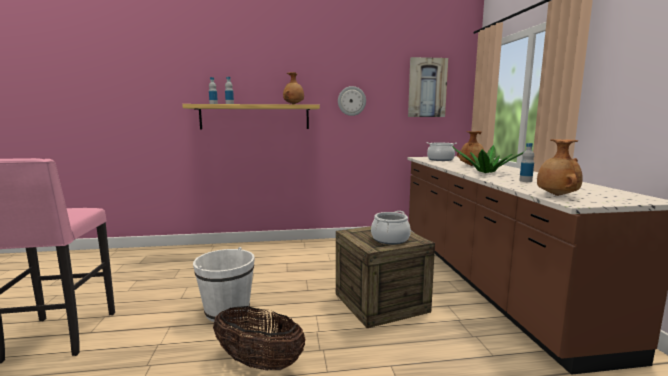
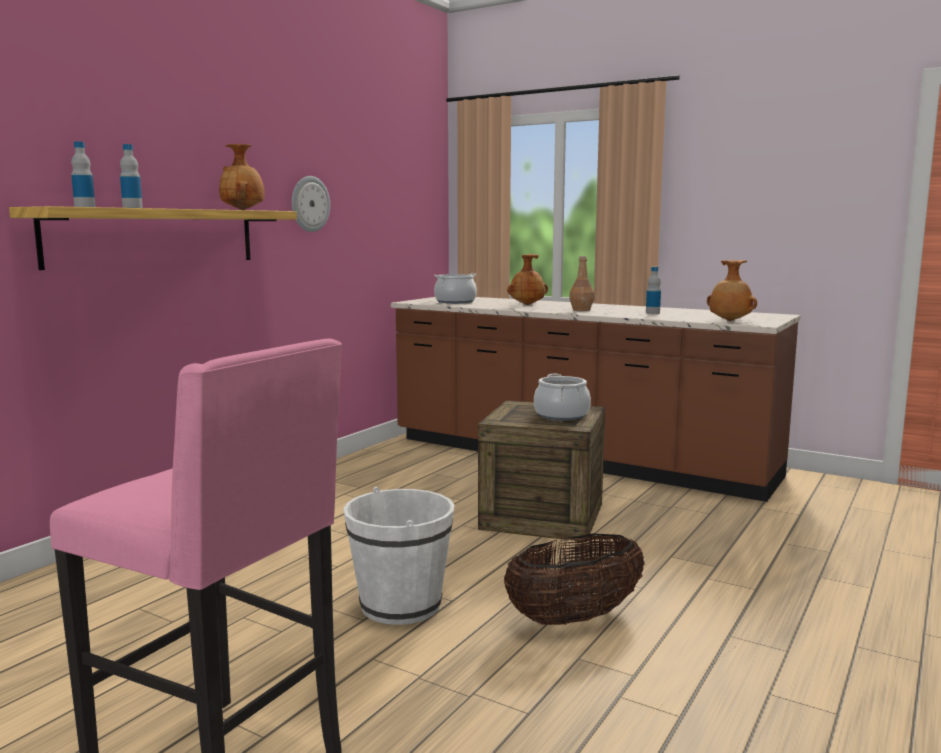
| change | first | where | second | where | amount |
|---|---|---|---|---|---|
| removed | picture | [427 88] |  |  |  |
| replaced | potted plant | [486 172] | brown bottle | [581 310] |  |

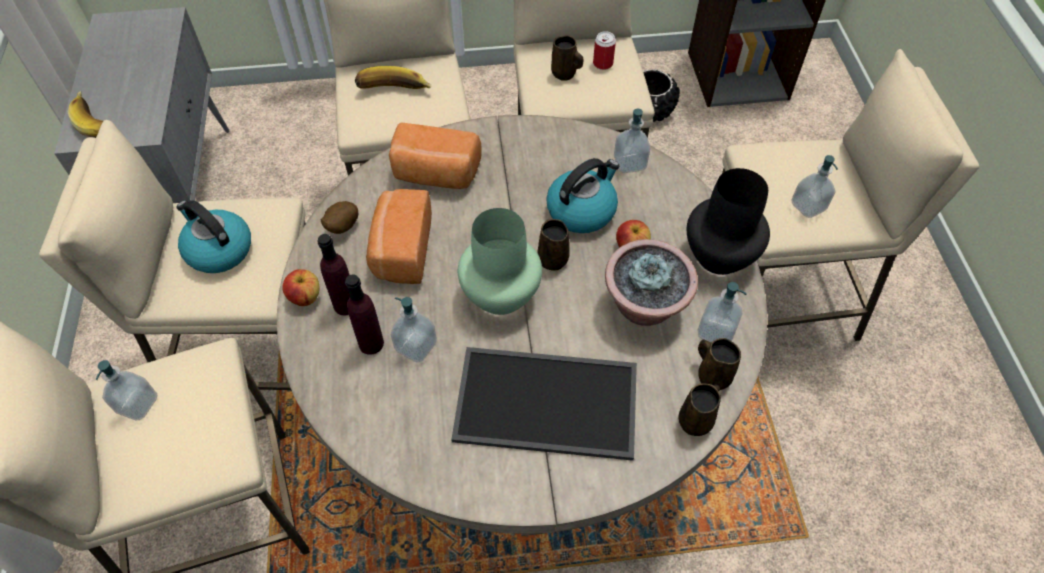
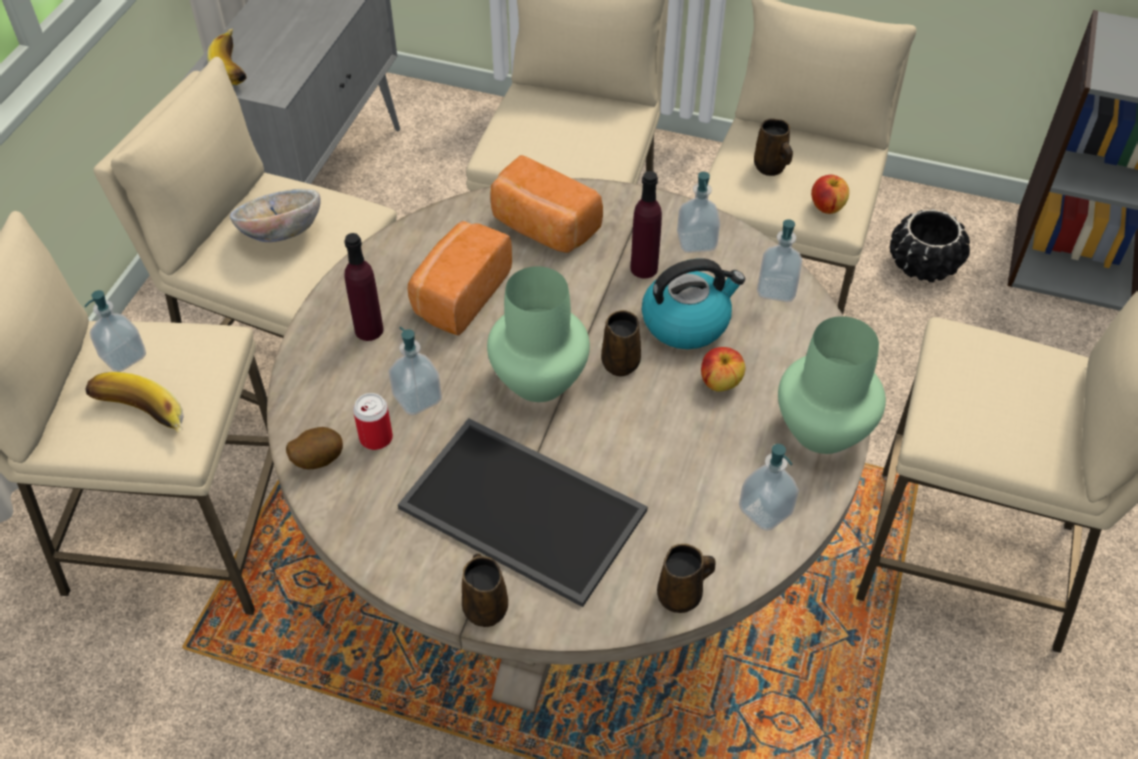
| change | first | where | second | where | amount |
|---|---|---|---|---|---|
| moved | can | [603 63] |  | [376 438] |  |
| moved | banana | [393 92] |  | [139 418] |  |
| moved | soap dispenser | [808 206] |  | [696 242] |  |
| recoloured | black vase | [720 255] | green vase | [824 429] |  |
| replaced | kettle | [218 250] | bowl | [281 233] |  |
| moved | potato | [341 227] |  | [317 460] |  |
| removed | potted plant | [644 307] |  |  |  |
| moved | apple | [305 297] |  | [827 207] |  |
| moved | purple bottle | [371 343] |  | [644 268] |  |
| moved | brown mug | [712 375] |  | [485 607] |  |

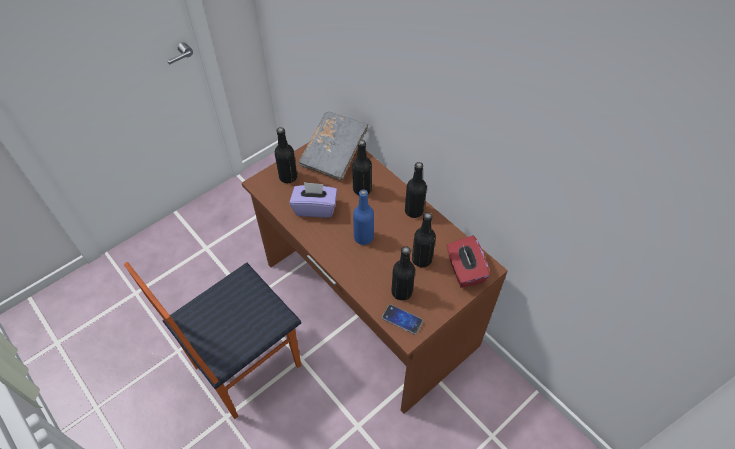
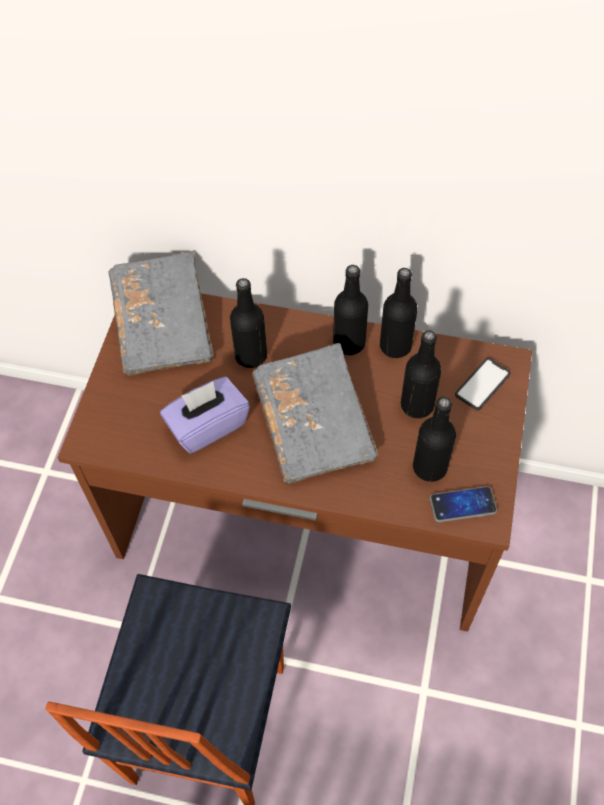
| change | first | where | second | where | amount |
|---|---|---|---|---|---|
| moved | black bottle | [288 177] |  | [395 346] |  |
| replaced | blue bottle | [363 237] | grey book | [314 424] |  |
| replaced | red tissue box | [464 270] | phone | [482 384] |  |

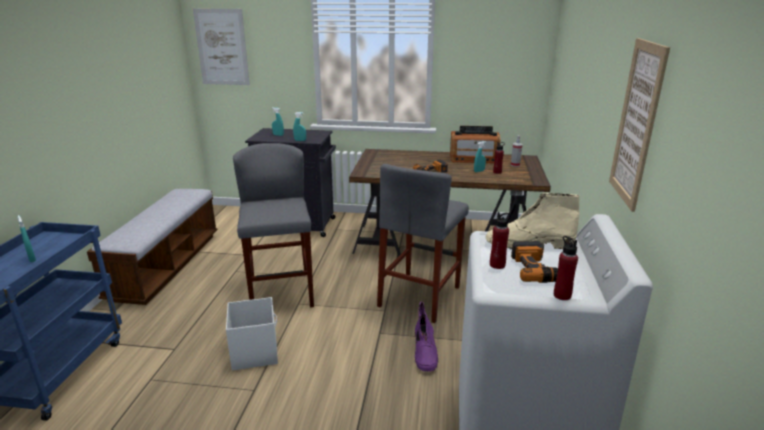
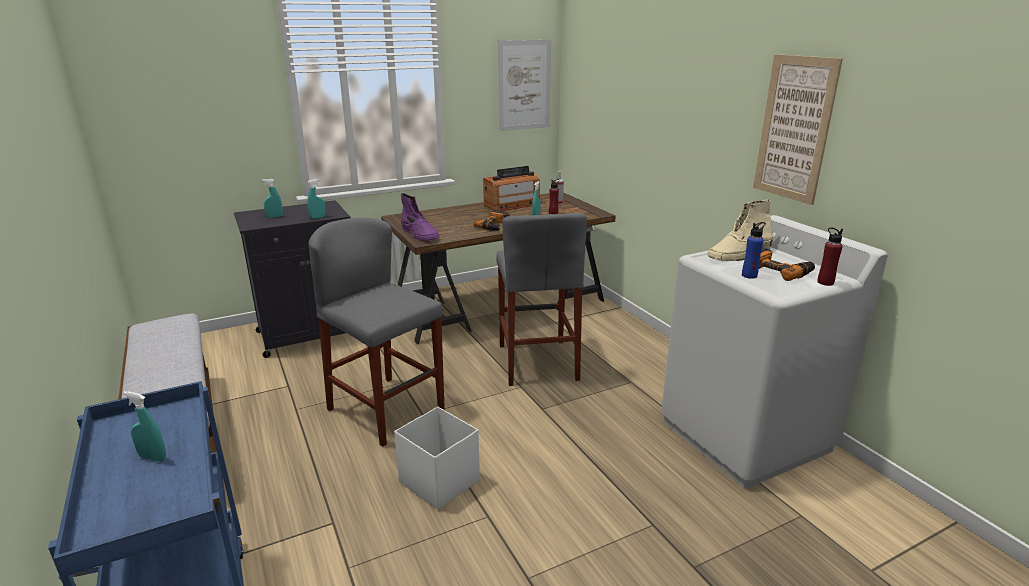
| change | first | where | second | where | amount |
|---|---|---|---|---|---|
| moved | picture | [222 47] |  | [524 85] |  |
| recoloured | red bottle | [497 265] | blue bottle | [749 275] |  |
| moved | purple boot | [425 352] |  | [420 234] |  |

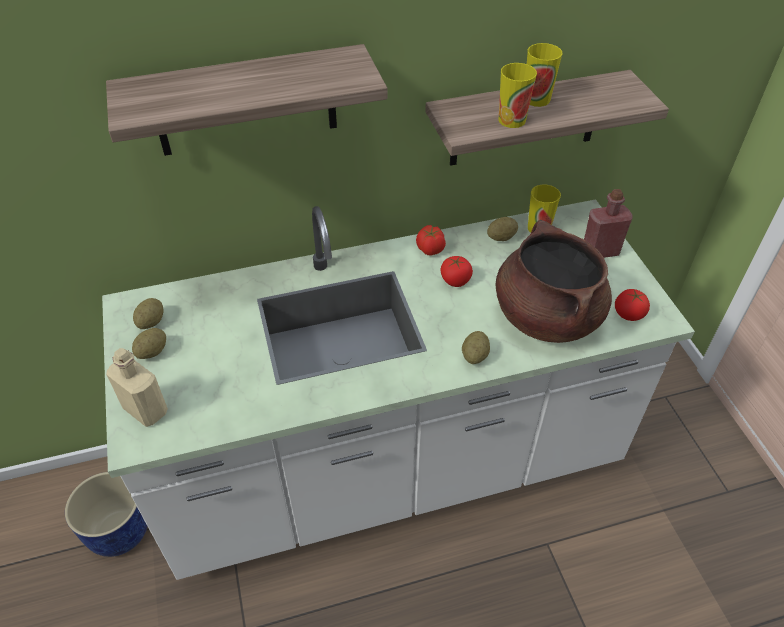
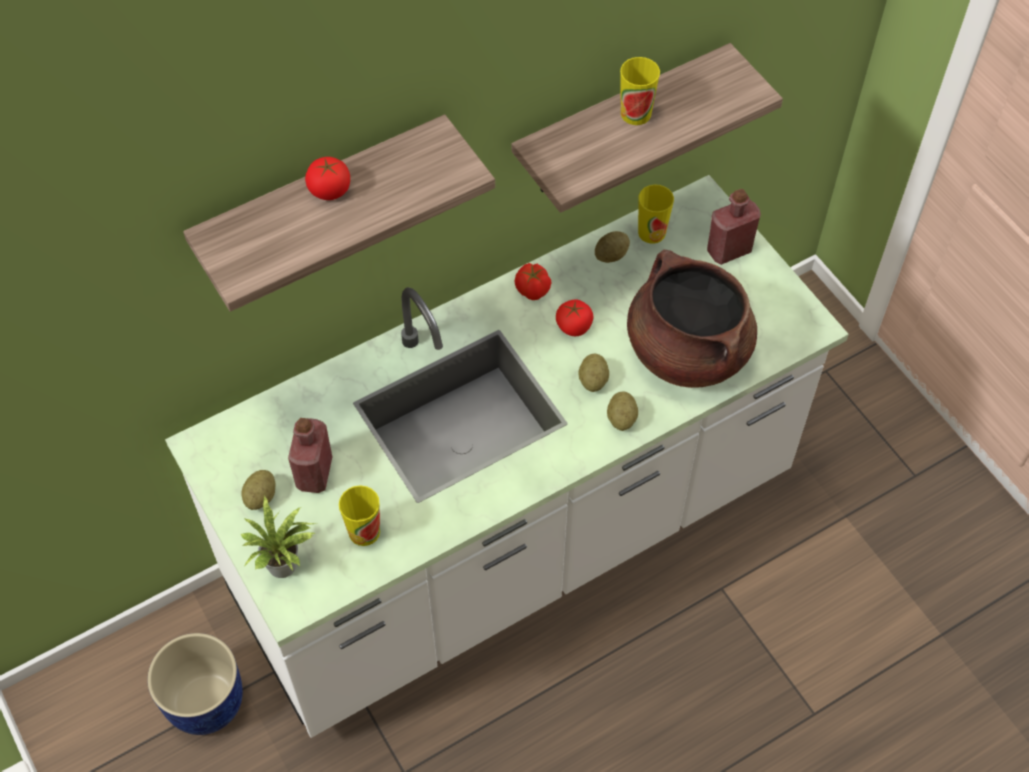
| change | first | where | second | where | amount |
|---|---|---|---|---|---|
| moved | cup | [512 120] |  | [364 531] |  |
| moved | tomato | [628 314] |  | [329 190] |  |
| moved | potato | [151 322] |  | [593 380] |  |
| replaced | beige bottle | [145 410] | potted plant | [286 566] |  |
| added |  |  | red bottle | [314 473] |  |

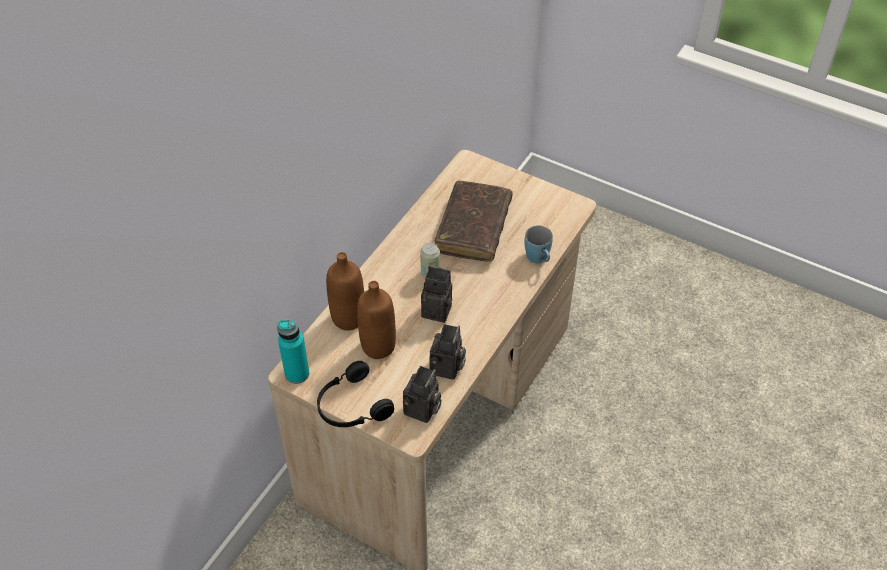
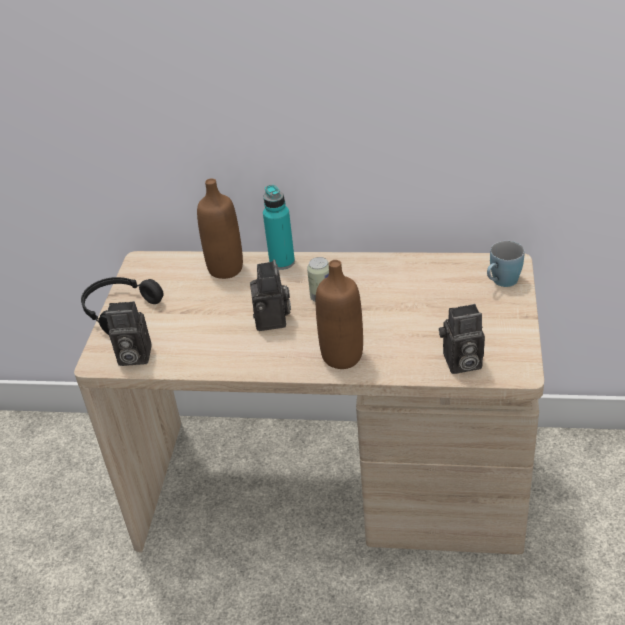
| change | first | where | second | where | amount |
|---|---|---|---|---|---|
| removed | brown book | [473 228] |  |  |  |
| moved | blue mug | [539 259] |  | [501 282] |  |
| moved | brown bottle | [378 346] |  | [342 356] |  |
| moved | turquoise bottle | [297 374] |  | [282 262] |  |
| moved | photo camera | [447 369] |  | [461 363] |  |

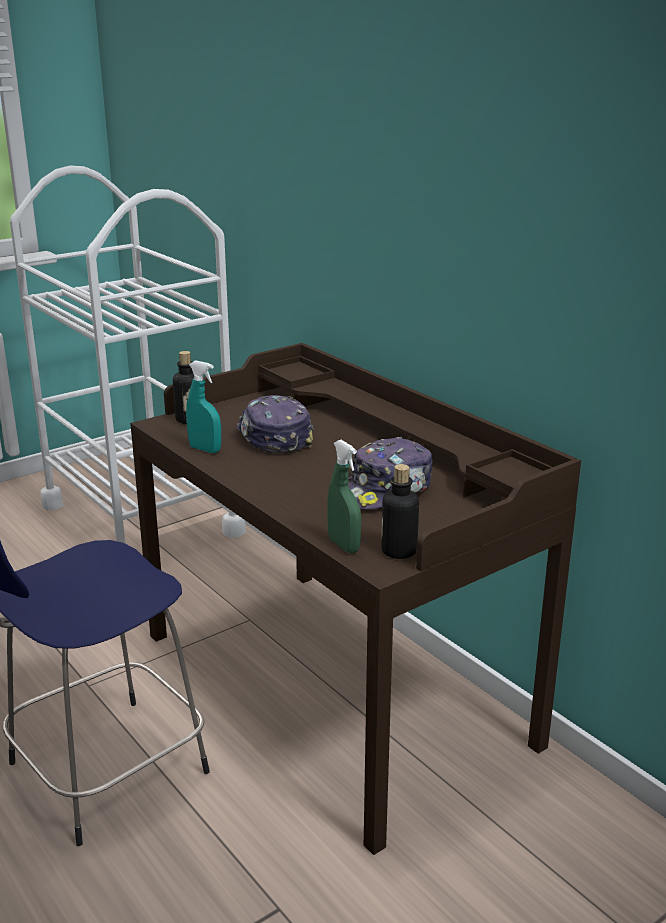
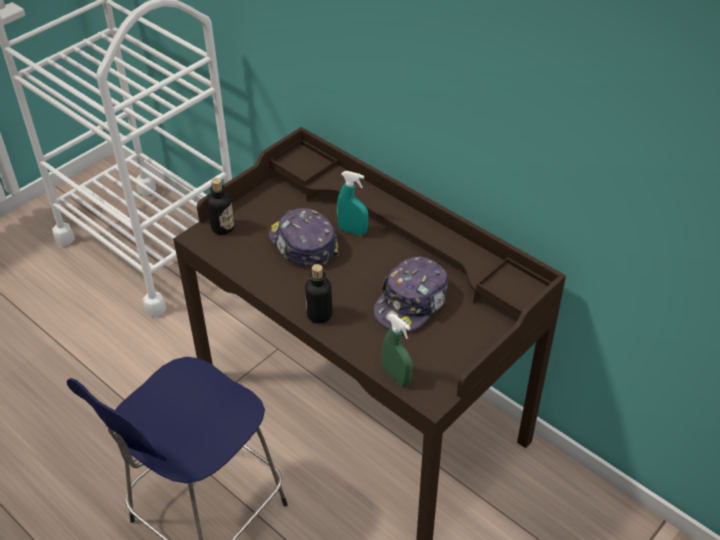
| change | first | where | second | where | amount |
|---|---|---|---|---|---|
| moved | turquoise spray bottle | [205 449] |  | [352 231] |  |
| moved | bottle | [399 551] |  | [319 315] |  |

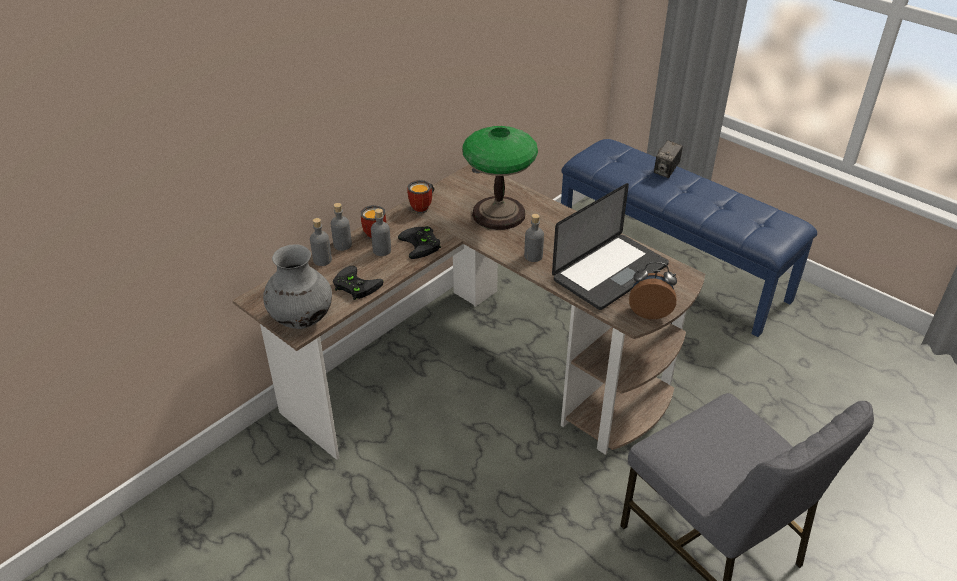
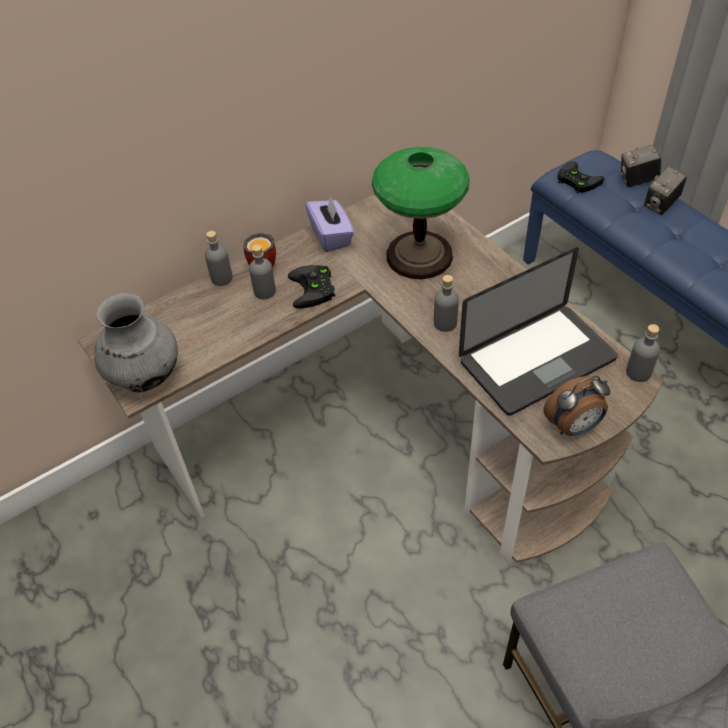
| change | first | where | second | where | amount |
|---|---|---|---|---|---|
| replaced | mug | [423 207] | purple tissue box | [331 236] |  |
| moved | grey bottle | [322 260] |  | [638 372] |  |
| turned | alarm clock | [649 311] |  | [573 427] | 135 degrees clockwise |
| moved | black game controller | [354 285] |  | [576 180] |  |
| added |  |  | photo camera | [637 181] |  |

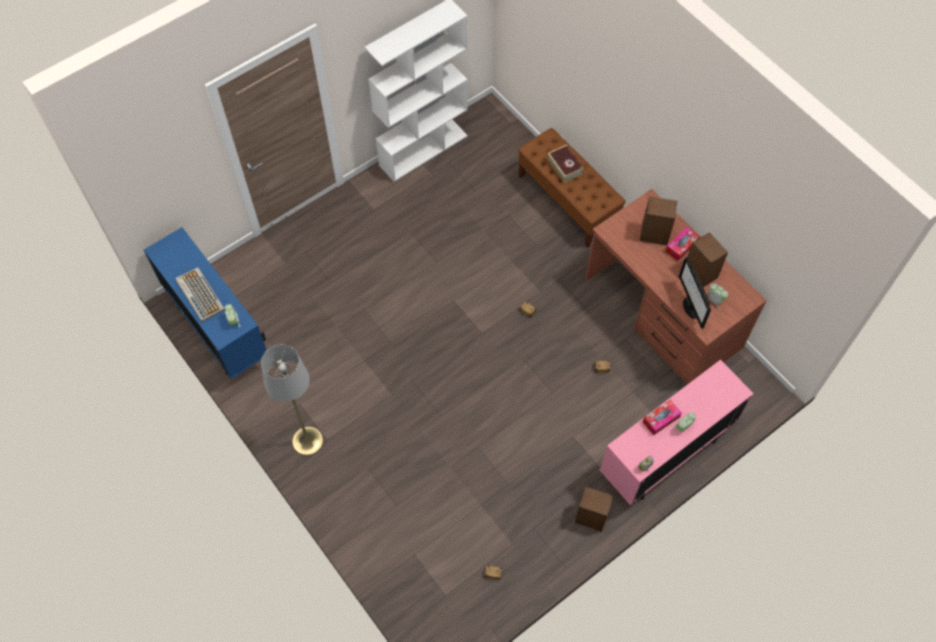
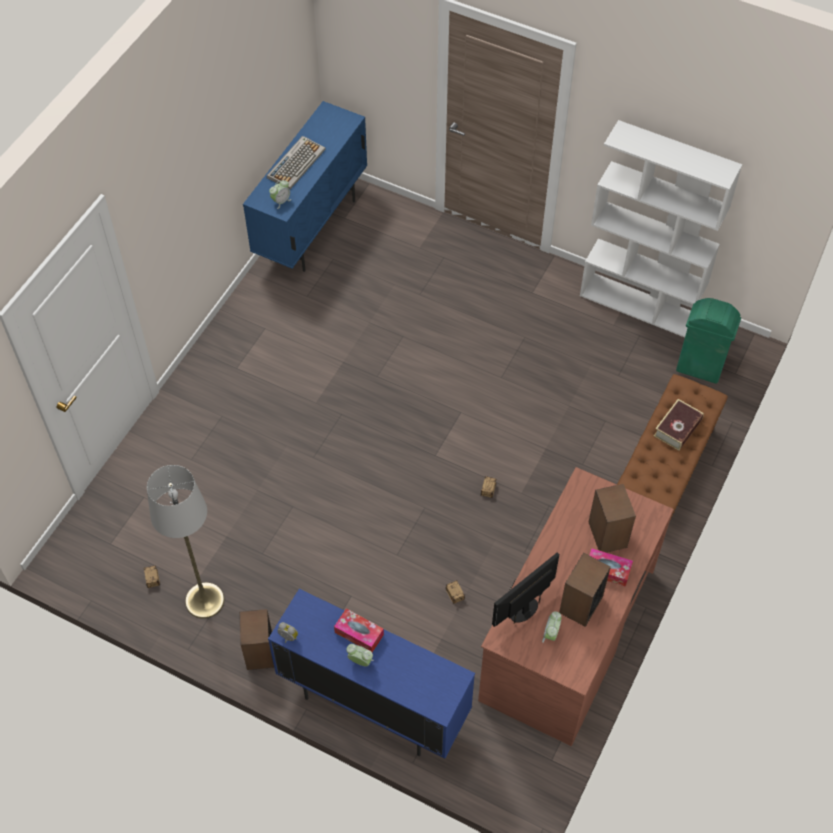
| change | first | where | second | where | amount |
|---|---|---|---|---|---|
| moved | grey floor lamp | [307 441] |  | [204 600] |  |
| recoloured | pink cabinet | [664 456] | blue cabinet | [373 704] |  |
| added |  |  | green trash can | [700 368] |  |

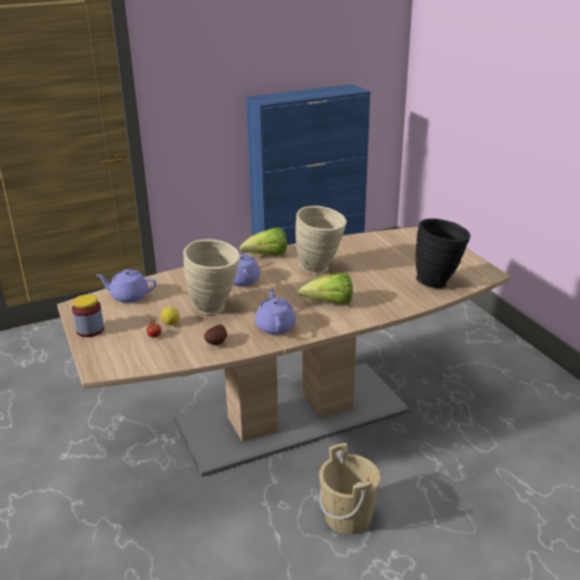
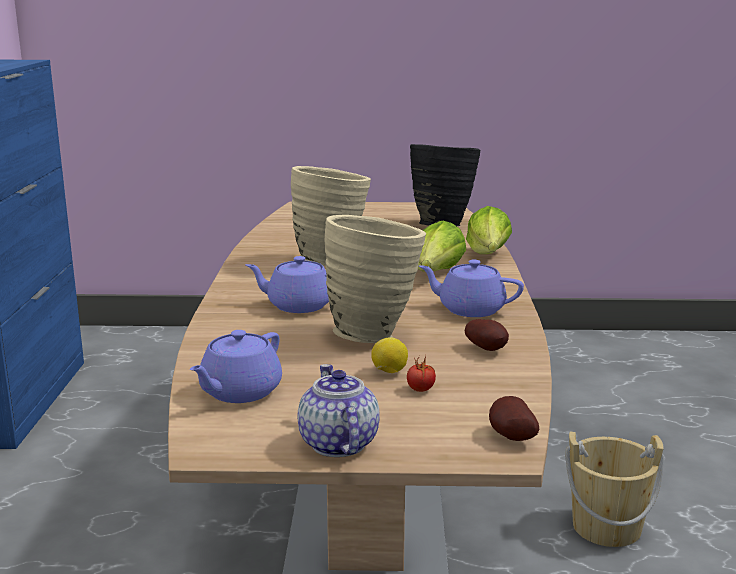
| change | first | where | second | where | amount |
|---|---|---|---|---|---|
| moved | lettuce | [267 256] |  | [488 256] |  |
| replaced | jar | [90 330] | teapot | [337 443] |  |
| added |  |  | potato | [510 437] |  |

